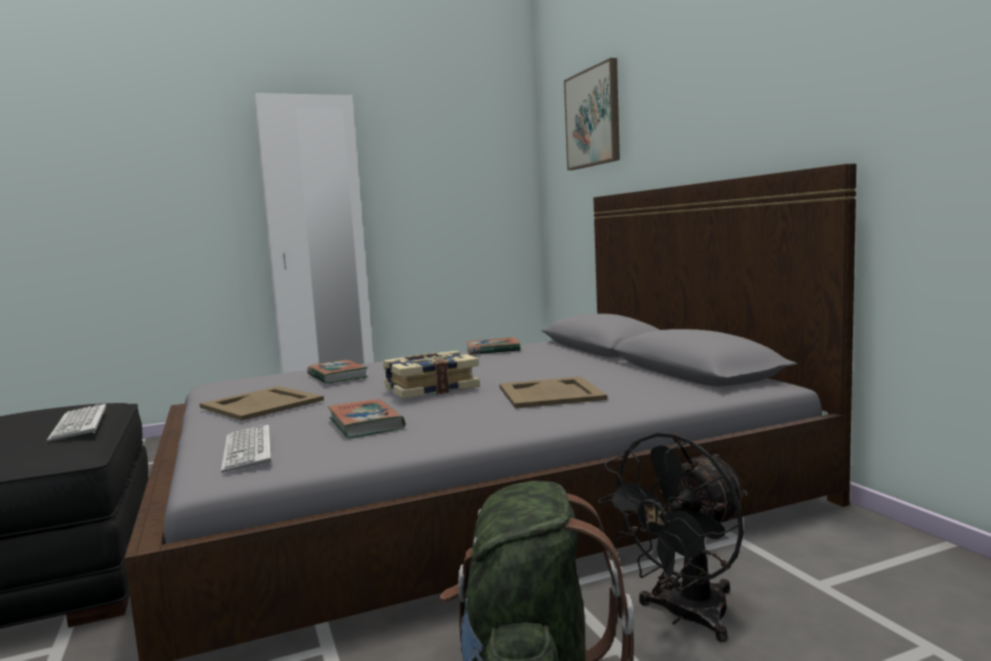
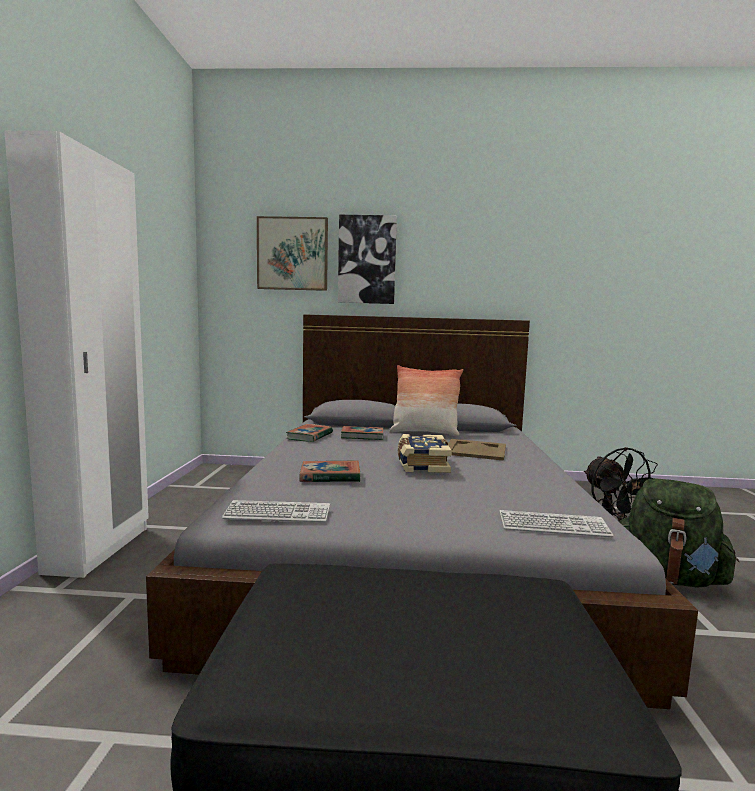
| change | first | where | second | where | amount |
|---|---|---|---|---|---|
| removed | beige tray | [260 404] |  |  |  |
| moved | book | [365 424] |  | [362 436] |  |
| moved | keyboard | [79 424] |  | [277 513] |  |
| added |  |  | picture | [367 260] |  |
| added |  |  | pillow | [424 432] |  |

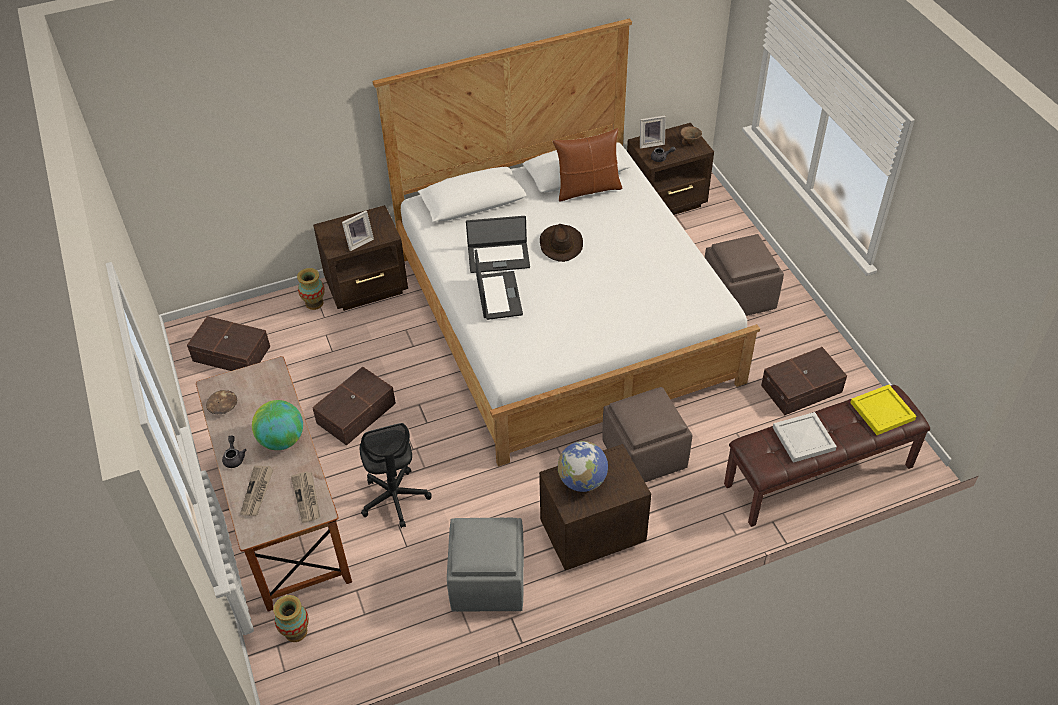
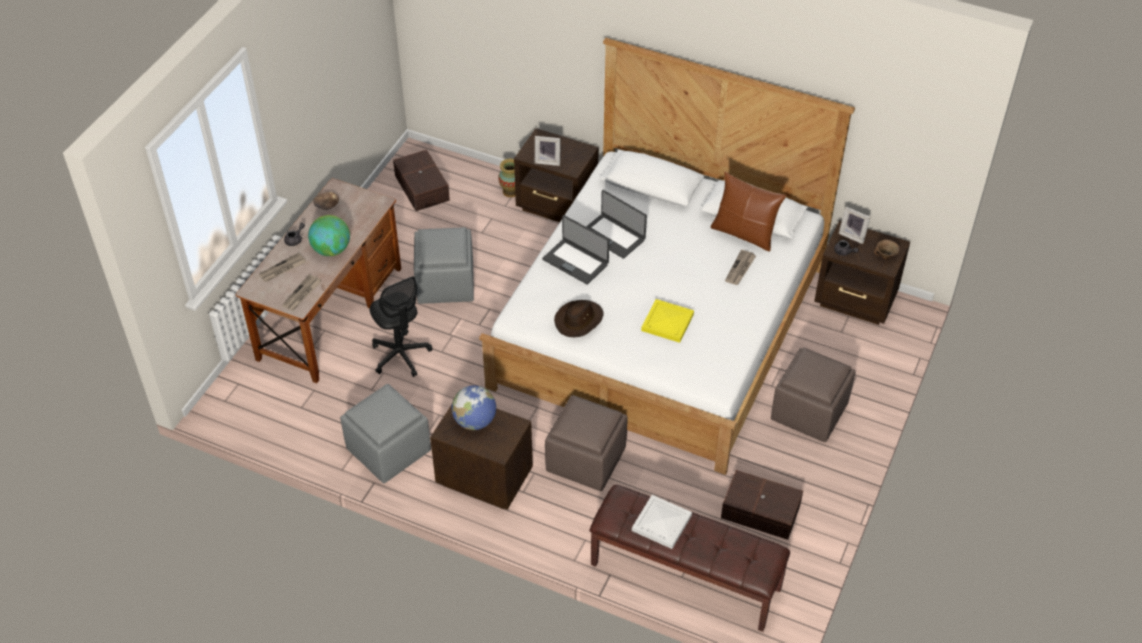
| change | first | where | second | where | amount |
|---|---|---|---|---|---|
| moved | brown hat | [560 244] |  | [579 320] |  |
| turned | laptop | [498 296] |  | [576 261] | 90 degrees clockwise |
| replaced | brown storage box | [355 413] | grey ottoman | [445 283] |  |
| moved | yellow tray | [882 410] |  | [668 322] |  |
| turned | black office chair | [395 499] |  | [401 356] | 60 degrees counterclockwise |
| removed | vase | [295 631] |  |  |  |
| added |  |  | newspaper | [740 269] |  |

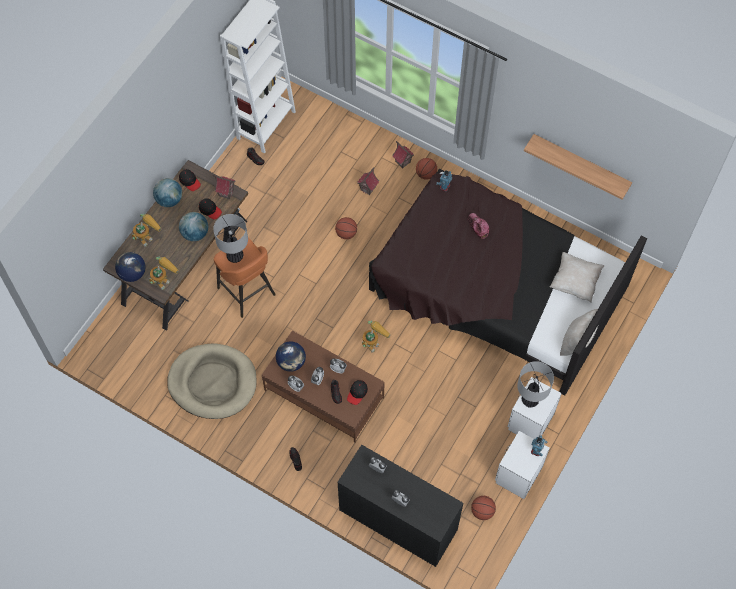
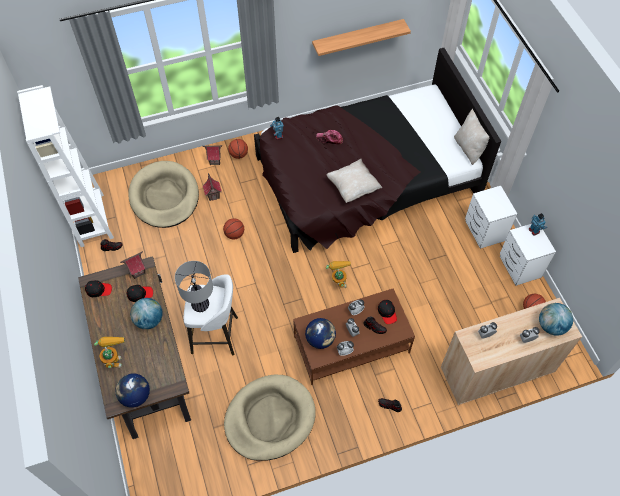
| change | first | where | second | where | amount |
|---|---|---|---|---|---|
| moved | globe | [169 200] |  | [551 326] |  |
| recoloured | orange stool | [247 292] | white stool | [216 335] |  |
| moved | beige pillow | [575 282] |  | [353 187] |  |
| removed | toy robot | [164 279] |  |  |  |
| removed | table lamp | [529 400] |  |  |  |
| recoloured | black cabinet | [398 520] | beige cabinet | [497 370] |  |
| added |  |  | beige dog bed | [164 196] |  |

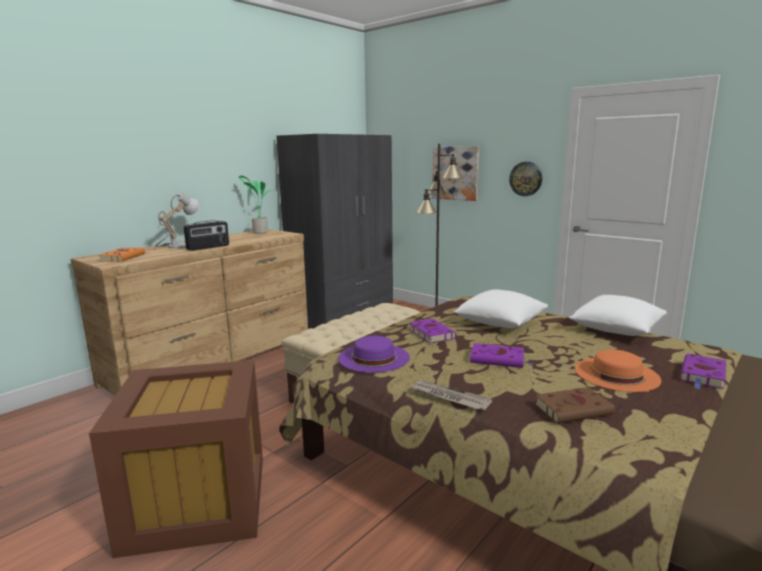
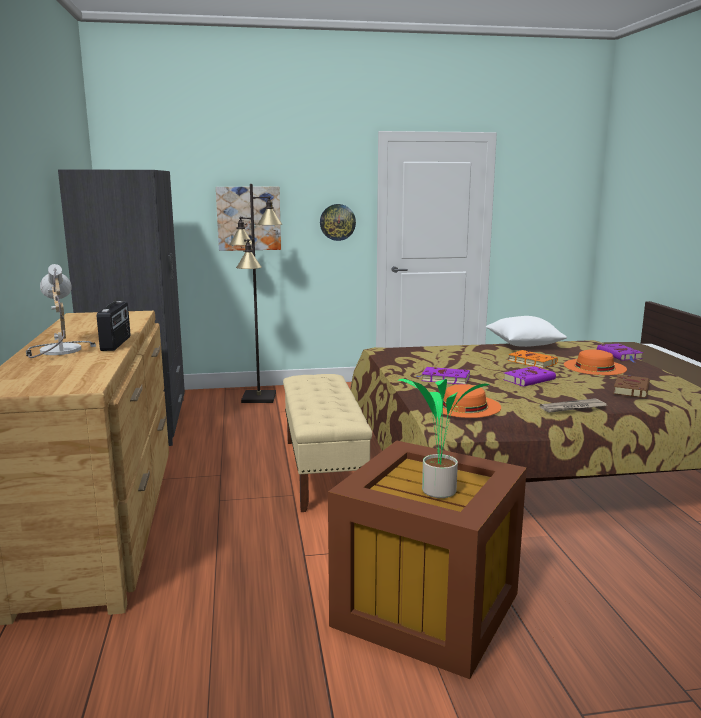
| change | first | where | second | where | amount |
|---|---|---|---|---|---|
| moved | potted plant | [259 232] |  | [436 492] |  |
| moved | orange book | [123 257] |  | [530 362] |  |
| removed | white pillow | [499 323] |  |  |  |
| recoloured | purple hat | [373 357] | orange hat | [464 405] |  |

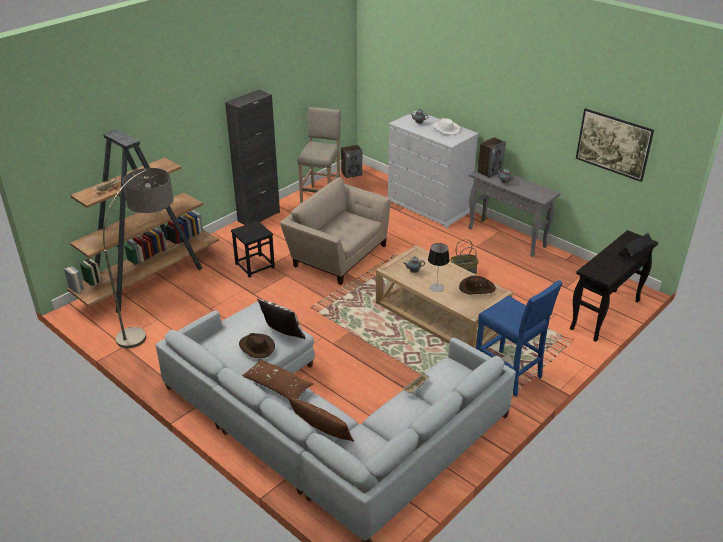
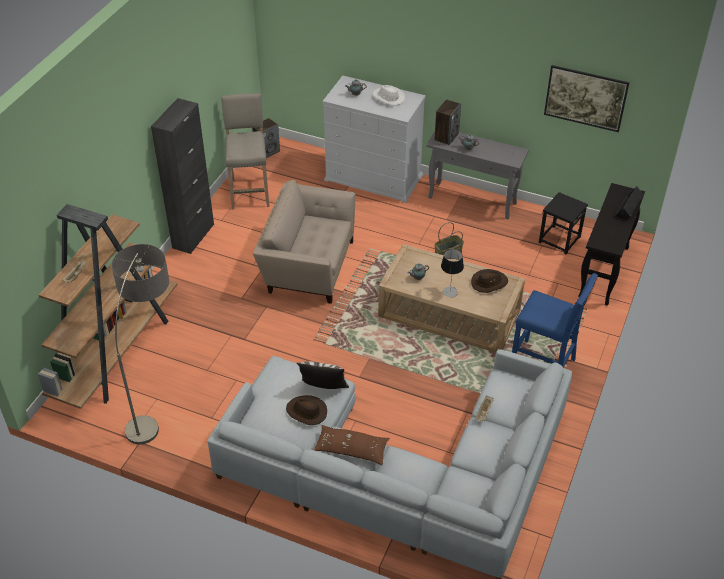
| change | first | where | second | where | amount |
|---|---|---|---|---|---|
| moved | black stool | [254 265] |  | [559 239] |  |
| removed | brown pillow | [321 429] |  |  |  |

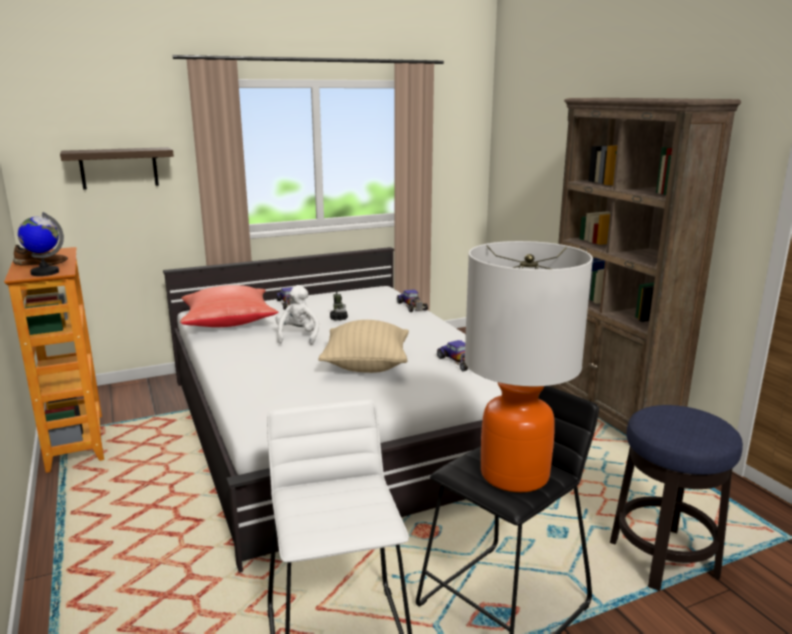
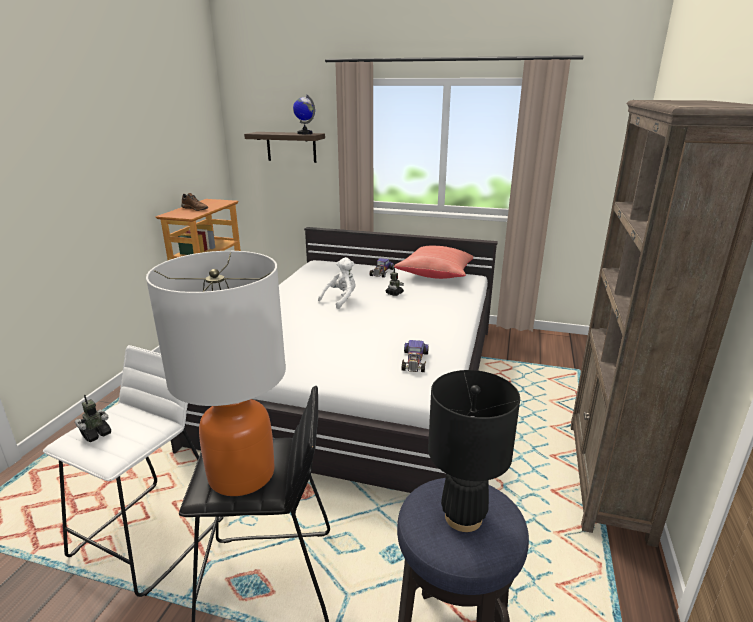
| change | first | where | second | where | amount |
|---|---|---|---|---|---|
| moved | globe | [45 272] |  | [305 133] |  |
| moved | red pillow | [228 322] |  | [437 274] |  |
| removed | toy car | [412 306] |  |  |  |
| removed | beige pillow | [366 366] |  |  |  |
| added |  |  | black table lamp | [463 517] |  |
| added |  |  | toy robot | [96 434] |  |

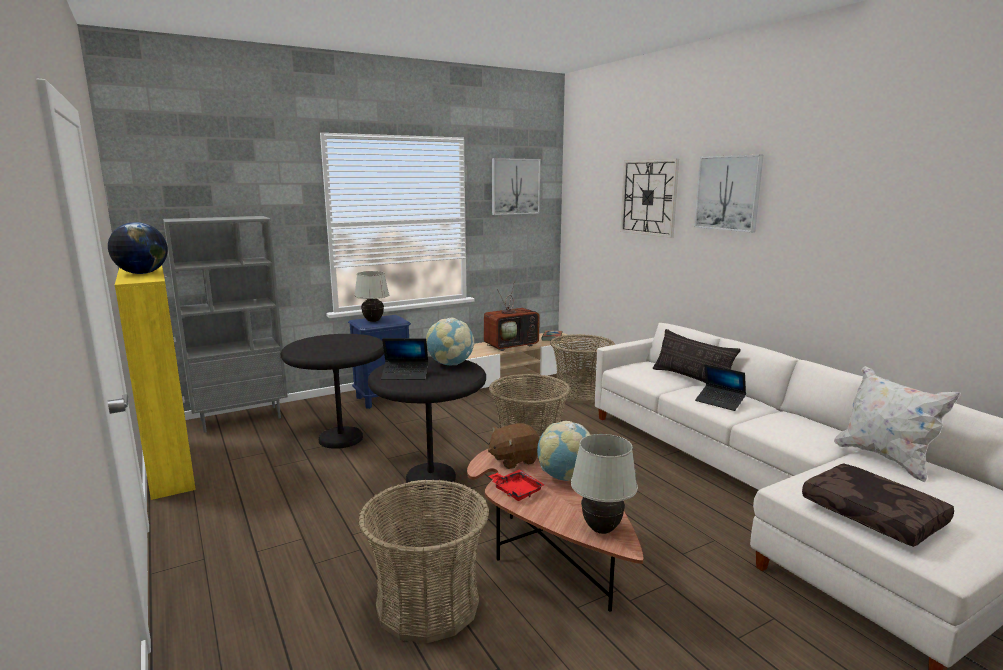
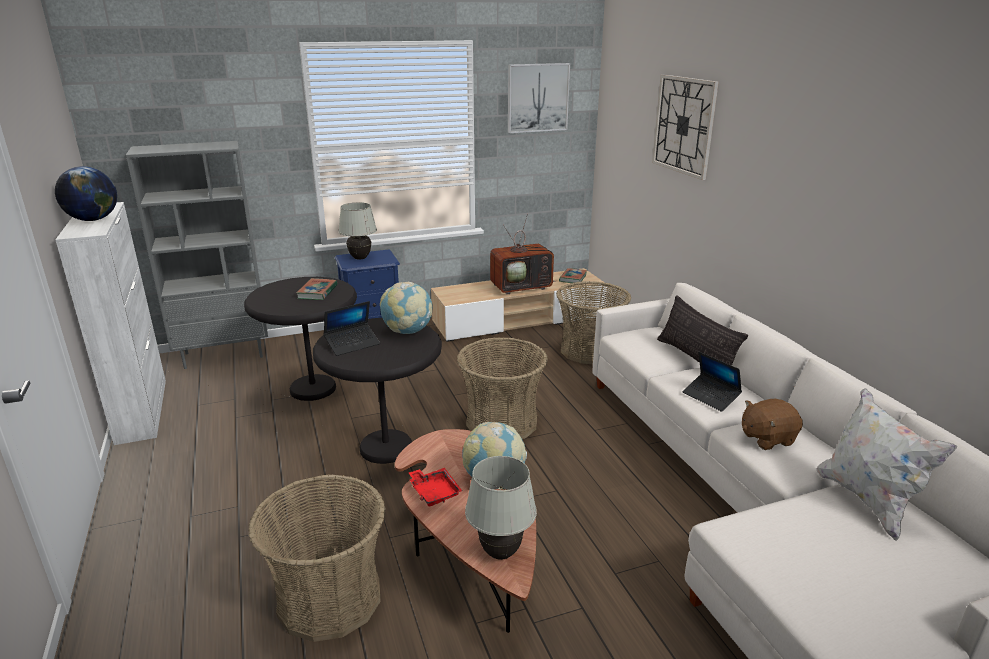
| change | first | where | second | where | amount |
|---|---|---|---|---|---|
| removed | picture | [728 193] |  |  |  |
| recoloured | yellow cabinet | [171 468] | white cabinet | [142 410] |  |
| turned | laptop | [405 375] |  | [352 344] | 45 degrees counterclockwise |
| moved | brown plush toy | [514 460] |  | [766 438] |  |
| removed | brown pillow | [874 514] |  |  |  |
| added |  |  | book | [317 292] |  |

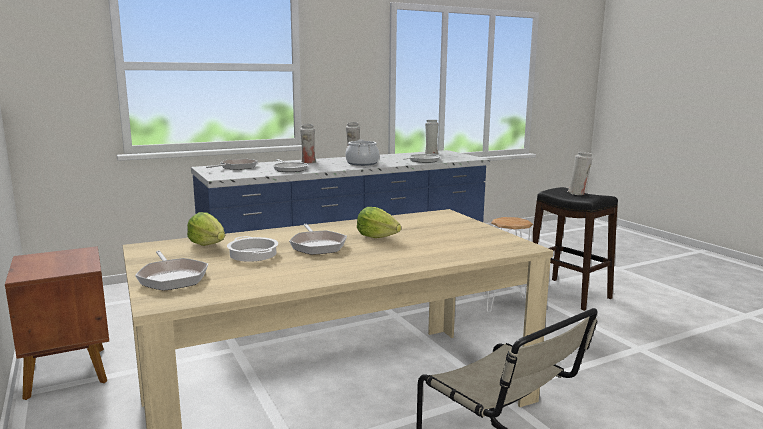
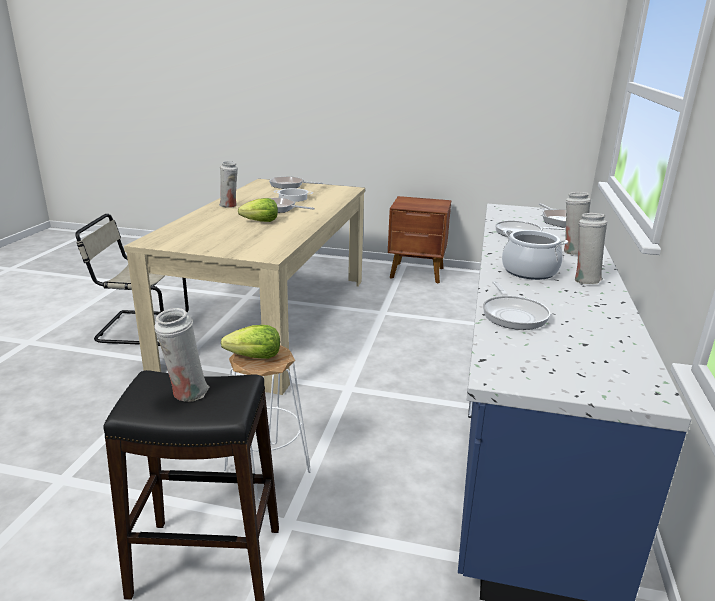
| change | first | where | second | where | amount |
|---|---|---|---|---|---|
| moved | white vase | [431 154] |  | [229 206] |  |
| moved | lettuce | [208 244] |  | [255 357] |  |

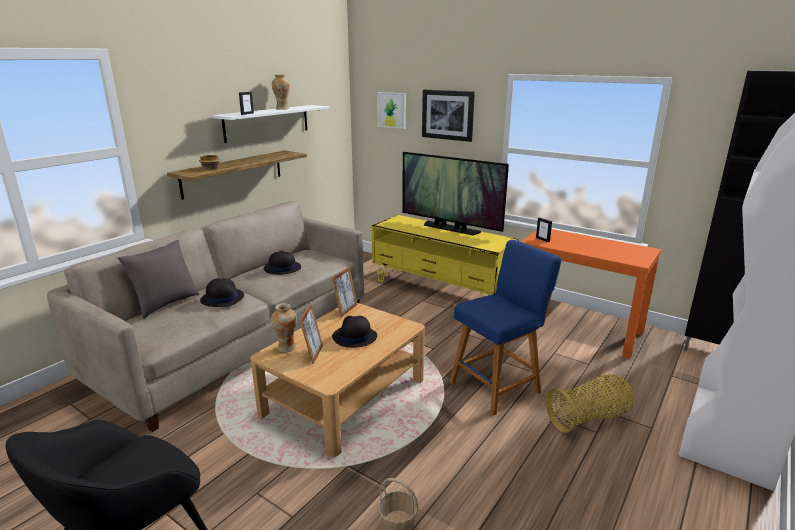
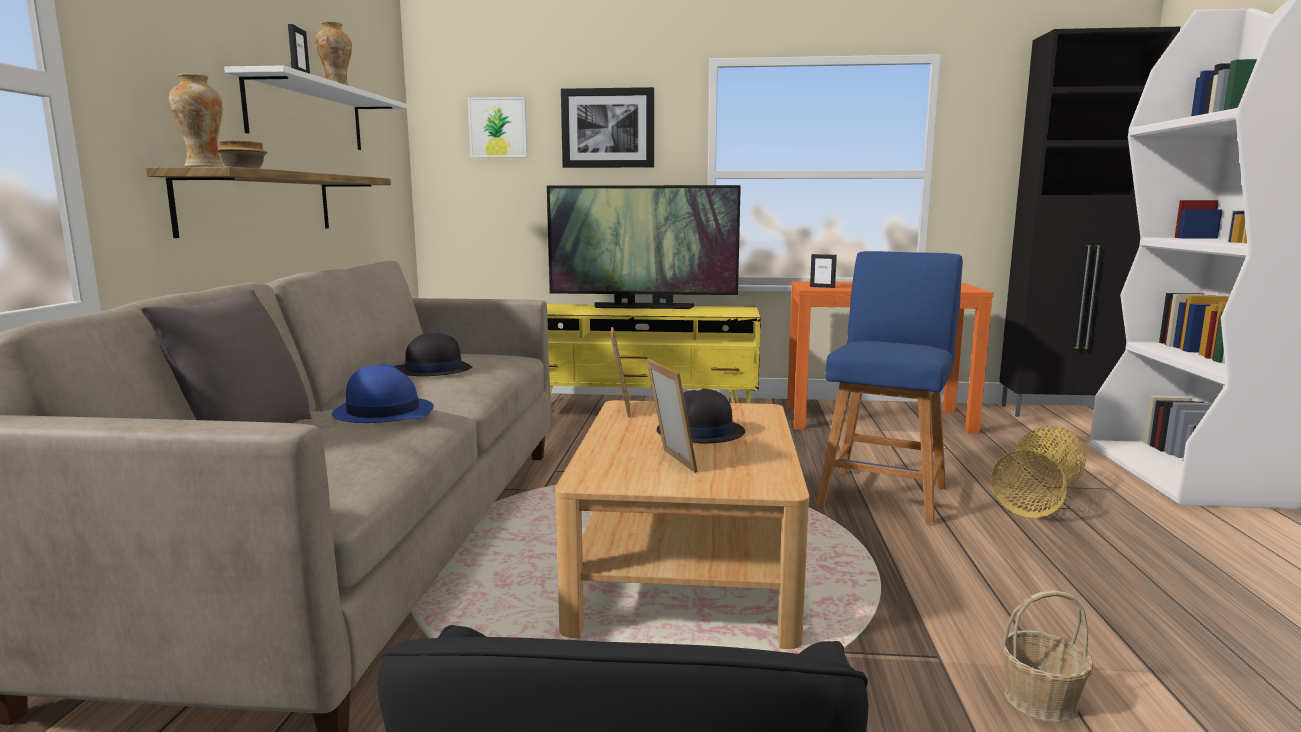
| change | first | where | second | where | amount |
|---|---|---|---|---|---|
| recoloured | black hat | [222 298] | blue hat | [382 412] |  |
| moved | vase | [286 348] |  | [204 167] |  |

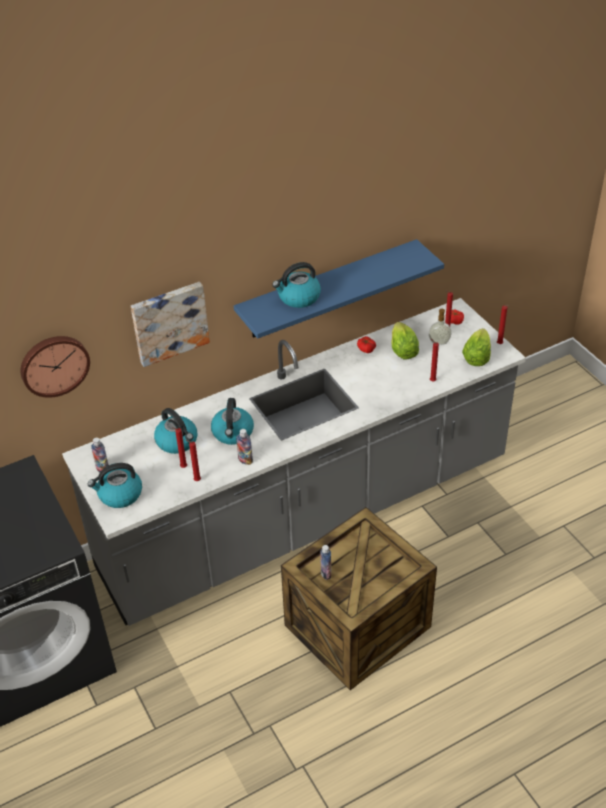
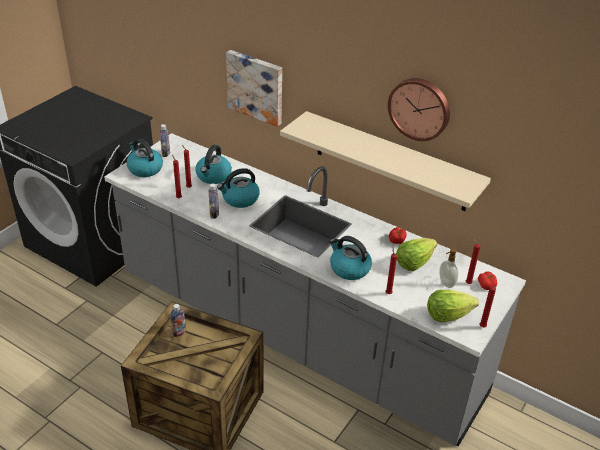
| change | first | where | second | where | amount |
|---|---|---|---|---|---|
| recoloured | blue shelf | [328 290] | beige shelf | [390 161] |  |
| moved | kettle | [298 297] |  | [349 268] |  |
| moved | wall clock | [54 364] |  | [420 108] |  |

